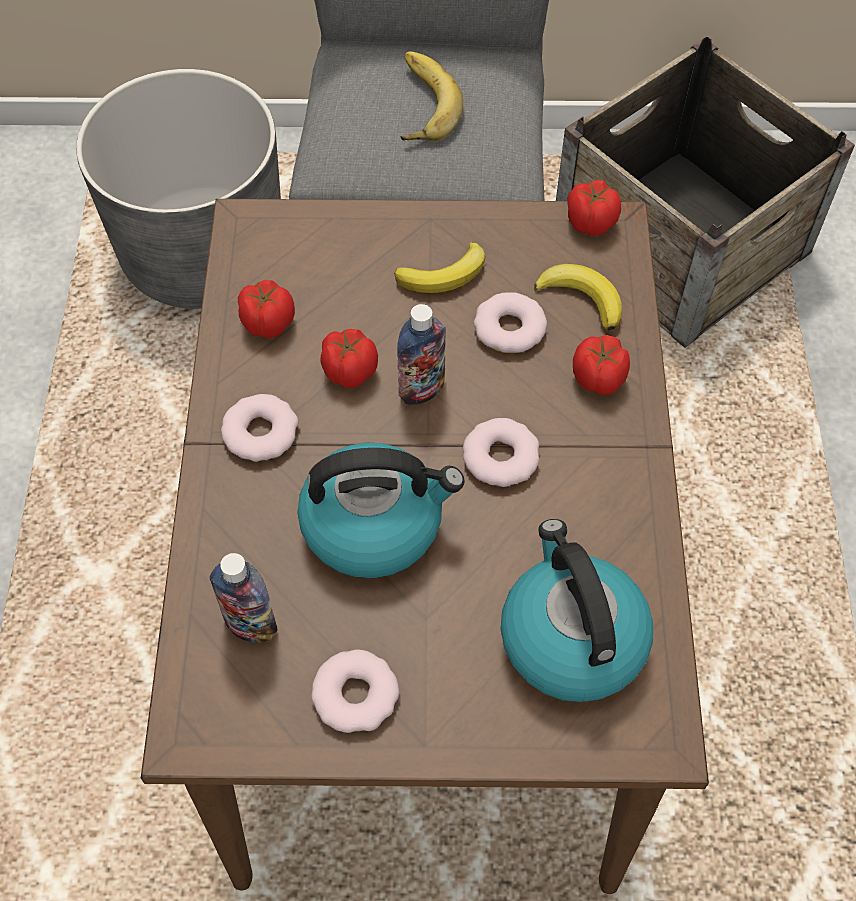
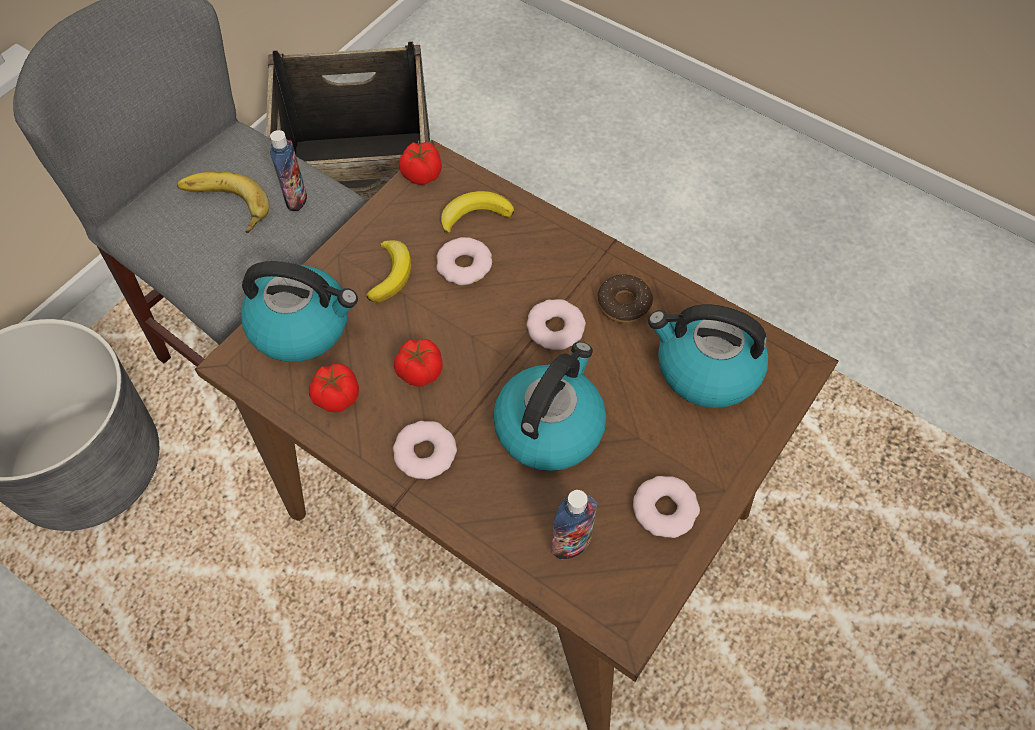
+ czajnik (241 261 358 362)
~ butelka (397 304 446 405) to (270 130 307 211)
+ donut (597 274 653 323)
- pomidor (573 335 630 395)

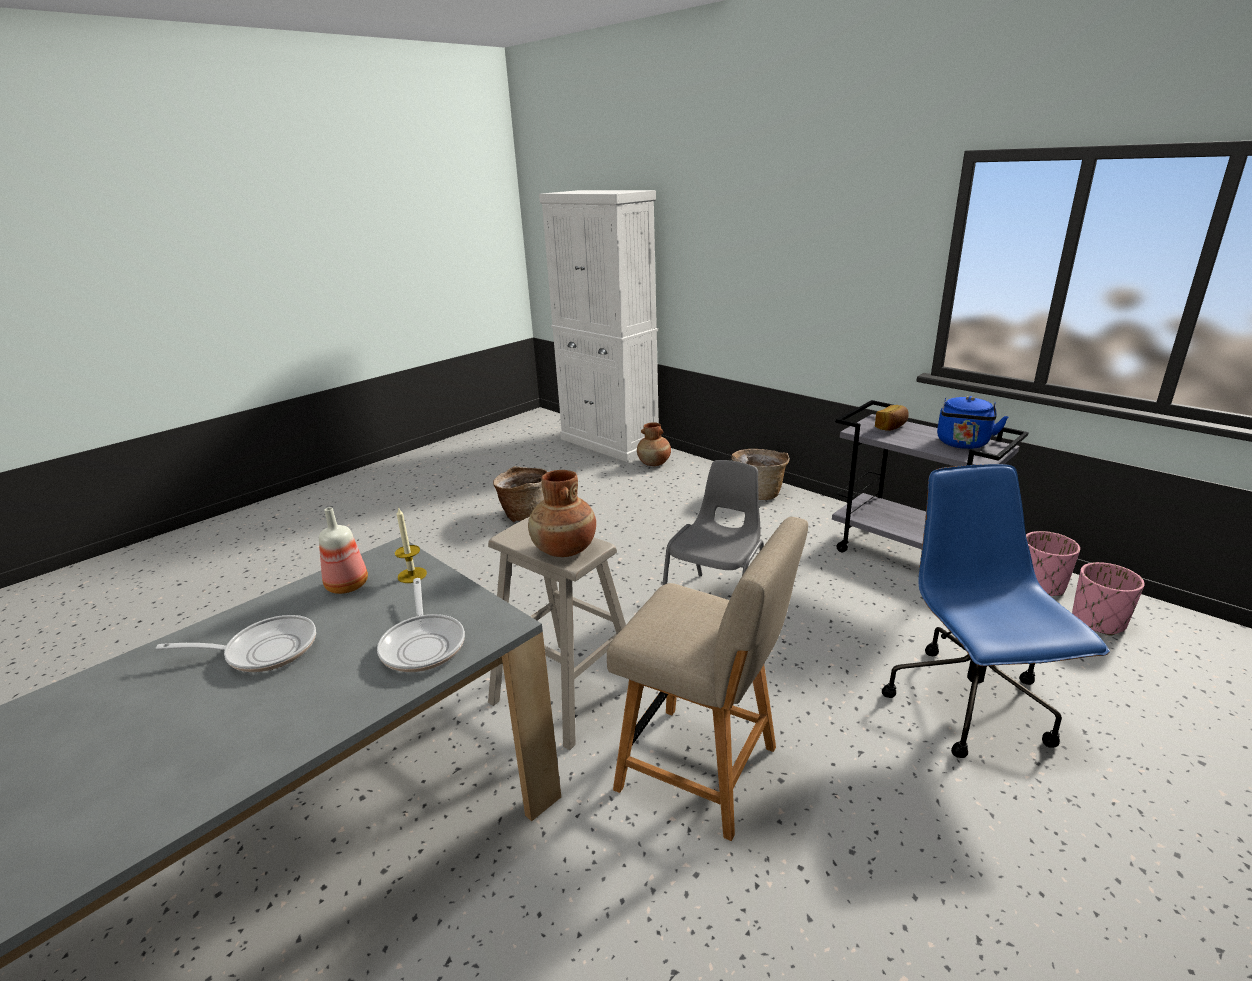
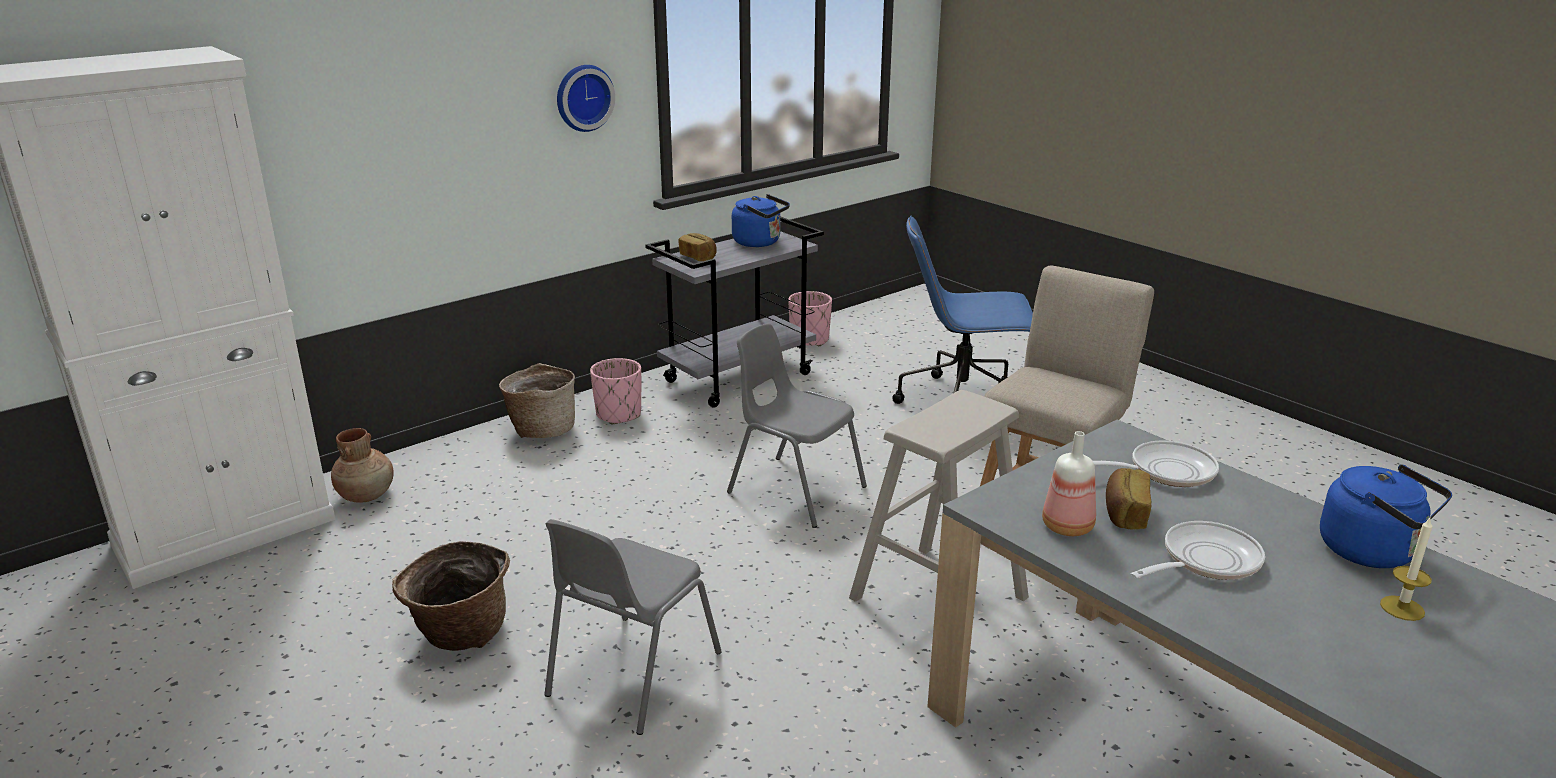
+ krzesło (szary) (544 519 722 735)
+ zegar ścienny (557 65 615 132)
~ donica (różowy) (1072 562 1145 636) to (590 358 641 424)
+ chleb (1106 468 1151 530)
~ patelnia (156 615 316 672) = (1131 521 1265 580) 60 degrees clockwise
+ czajnik (niebieski) (1320 464 1452 568)
~ świeca (395 507 427 583) to (1380 516 1432 621)
- wazon (brązowy) (528 470 596 557)

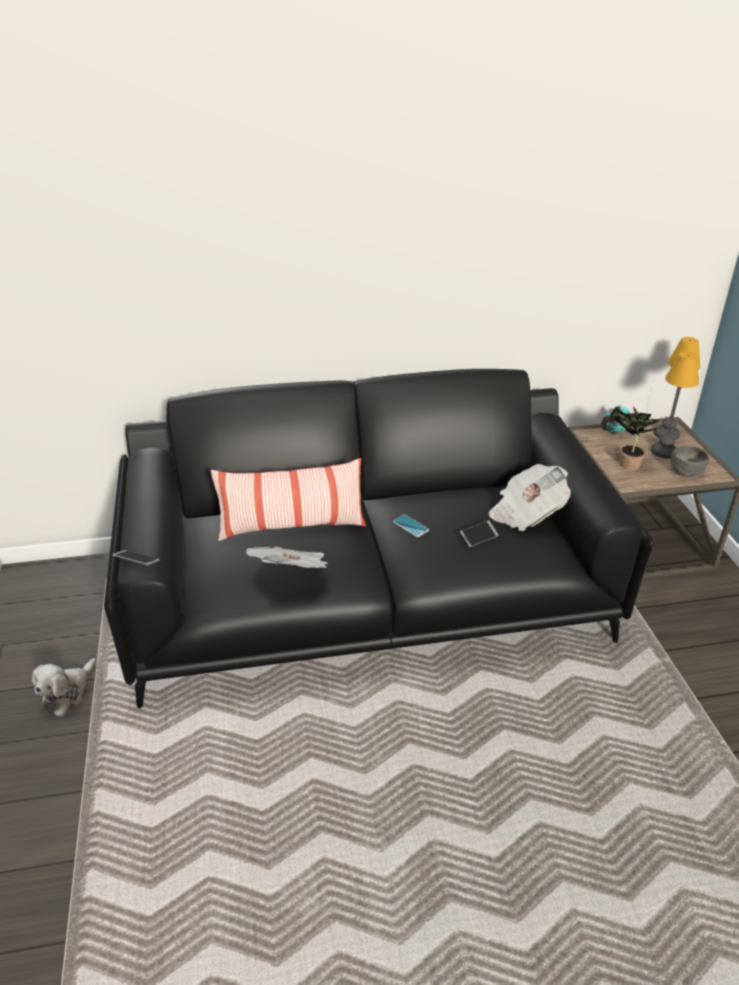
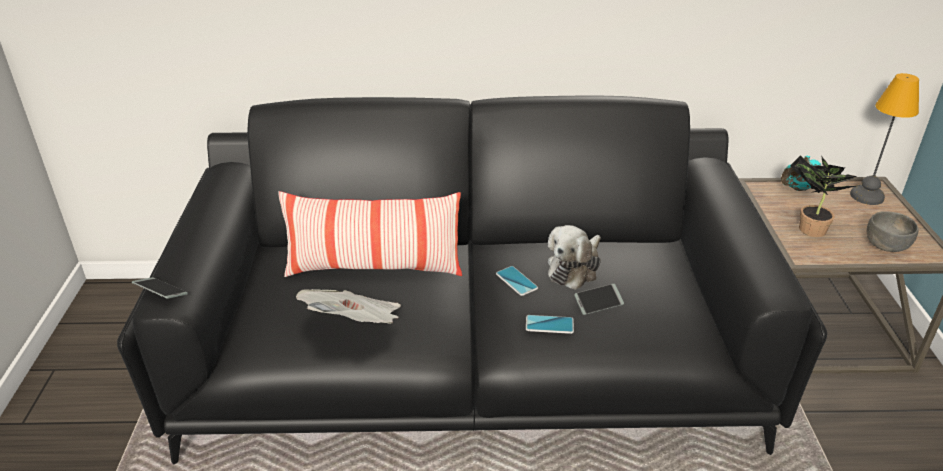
+ telefon (526 315 574 334)
~ pluszak (32 658 97 717) to (548 225 601 290)
- gazeta (488 464 571 531)
- lampa stołowa (651 352 699 459)

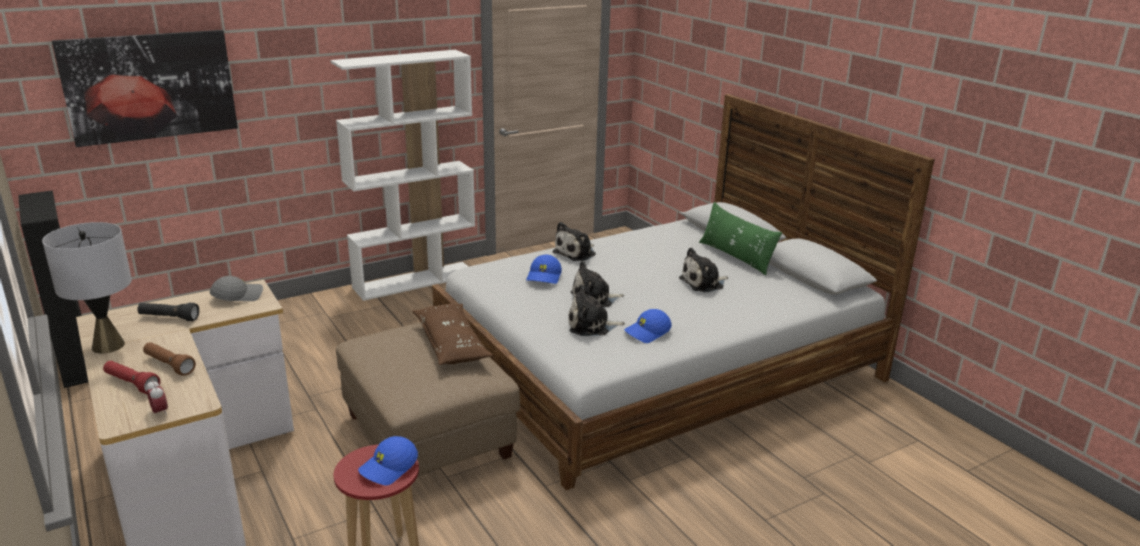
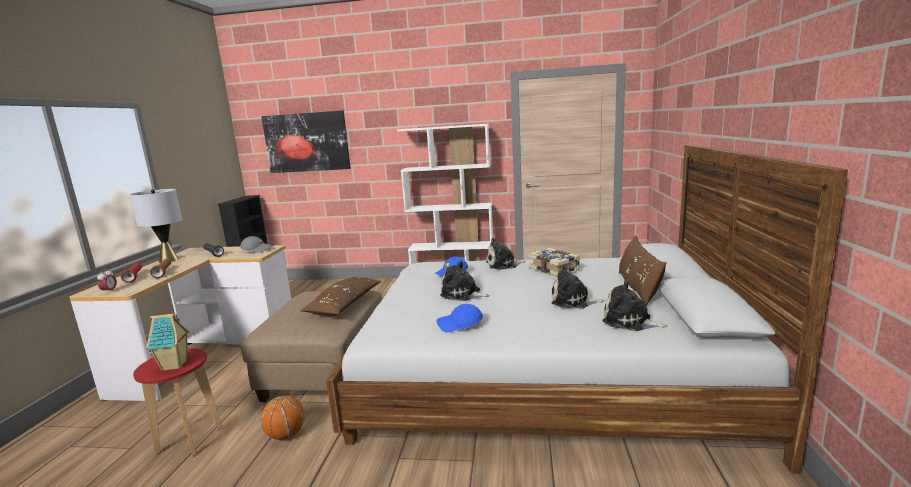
~ czapka z daszkiem (niebieski) (358 436 418 485) to domek (146 314 189 371)
+ piłka do koszykówki (261 395 304 440)
+ książka (528 248 580 276)
~ pluszak (568 284 625 336) to (602 280 668 331)
~ poduszka (zielony) (699 202 782 275) to poduszka (brązowy) (619 235 666 306)

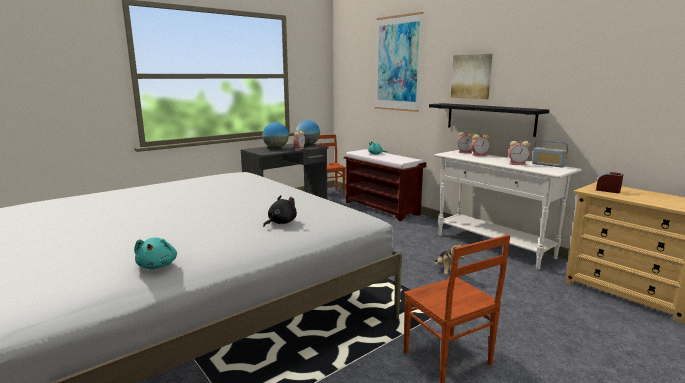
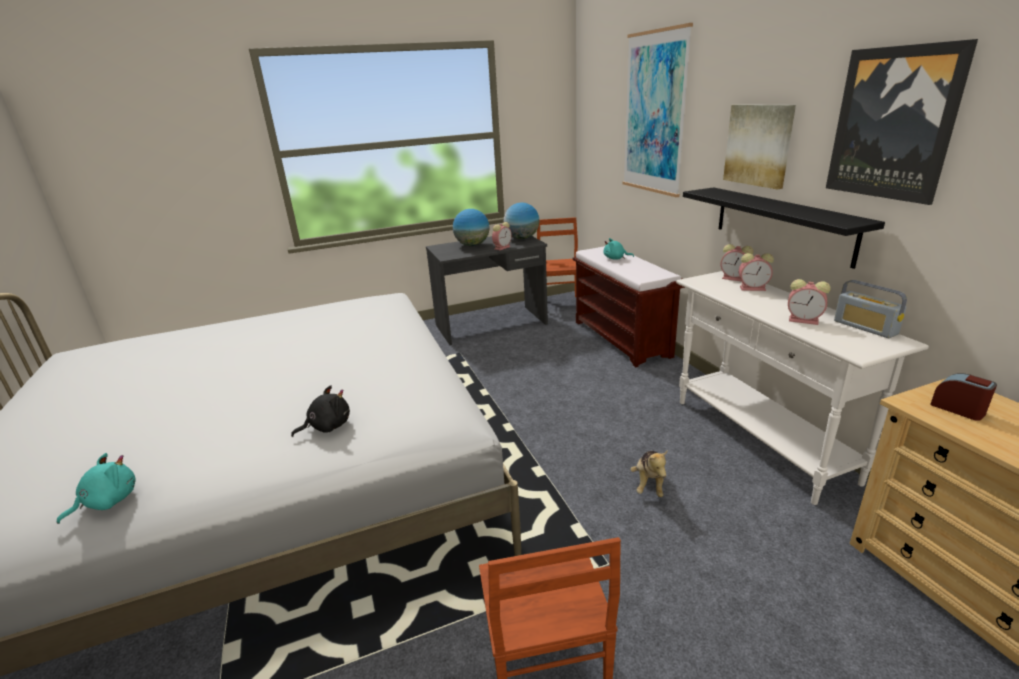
~ pluszak (turkusowy) (134 237 177 269) = (57 453 136 524) 150 degrees counterclockwise
+ obraz (826 39 978 205)

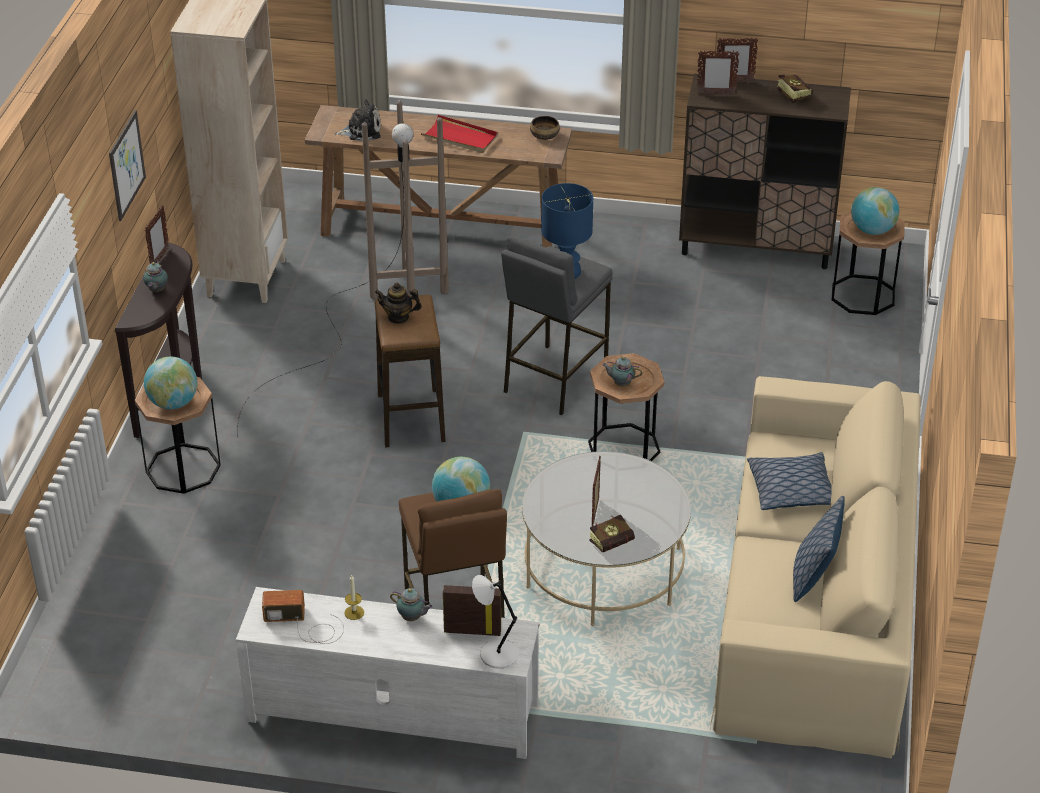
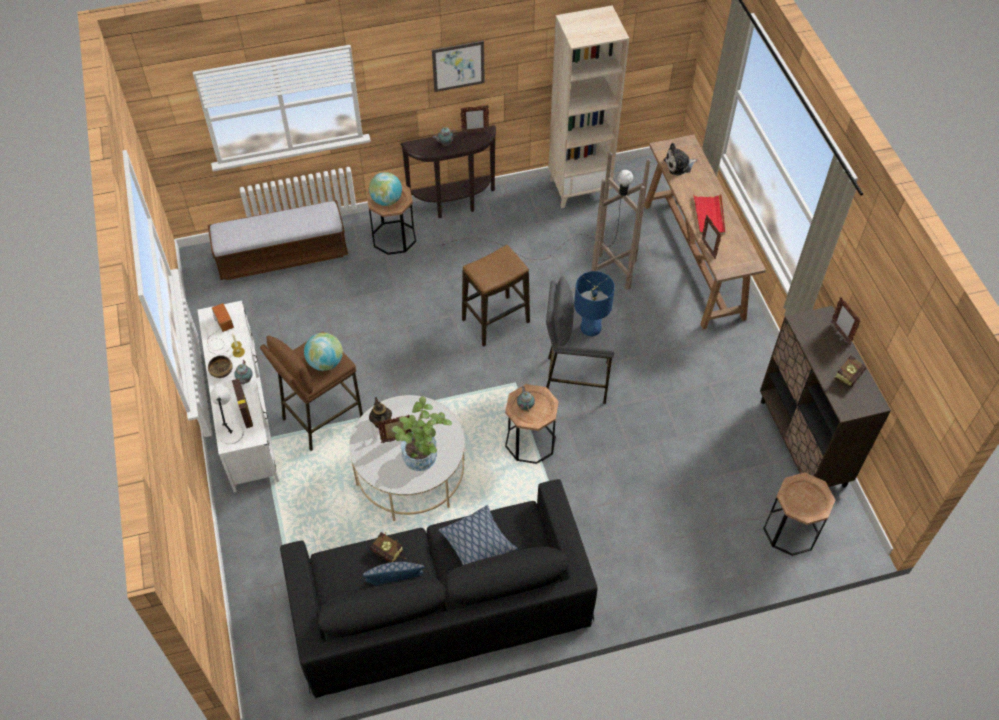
+ ławka (208 200 348 280)
~ miska (530 116 560 140) to (208 355 233 378)
~ kanapa (beżowy) (710 376 921 758) to kanapa (czarny) (280 479 598 698)
~ imbryk (375 282 422 324) to (369 397 392 428)
~ książka (589 515 635 552) to (370 532 407 562)
+ roślina doniczkowa (392 396 452 471)
~ pluszak (334 99 381 141) = (664 143 697 176) 105 degrees clockwise
~ ramka na zdjęcie (697 50 740 95) to (701 215 721 259)
- globus (851 187 899 235)

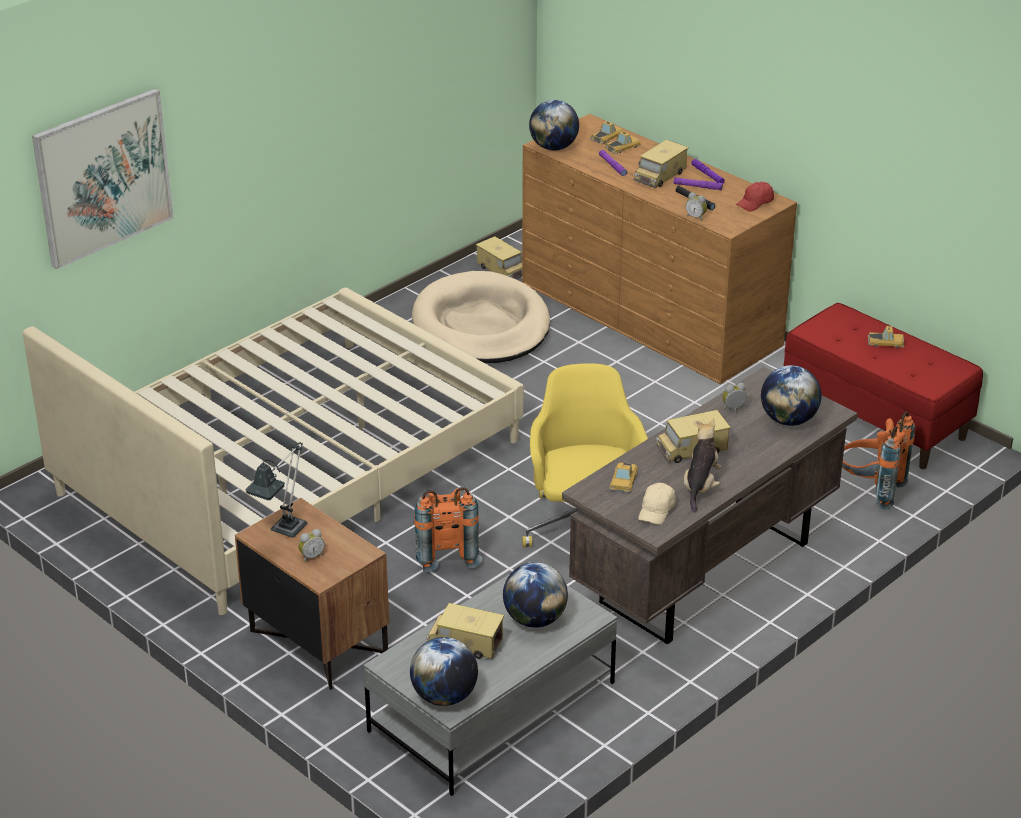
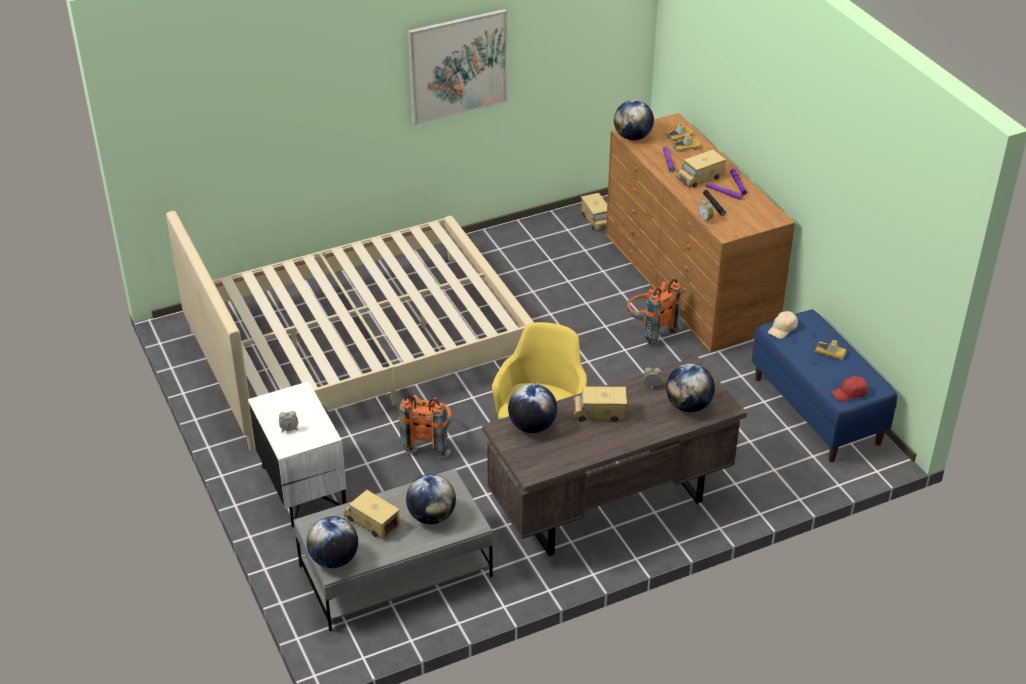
~ szafka nocna (brązowy) (235 498 389 690) to szafka nocna (biały) (248 381 347 527)
~ obraz (32 89 173 269) to (408 9 507 125)
~ samochodzik (609 462 638 493) to globus (508 384 557 433)
~ plecak (pomarańczowy) (842 411 915 510) to (627 279 682 347)
~ ławka (czerwony) (783 303 983 469) to ławka (niebieski) (752 309 897 462)
~ czapka z daszkiem (beżowy) (638 483 676 525) to (768 311 798 339)
~ czapka z daszkiem (czerwony) (736 182 774 212) to (831 376 868 402)
- lampa stołowa (245 442 308 538)
- legowisko (beżowy) (412 271 550 363)
- pluszak (684 419 722 513)

